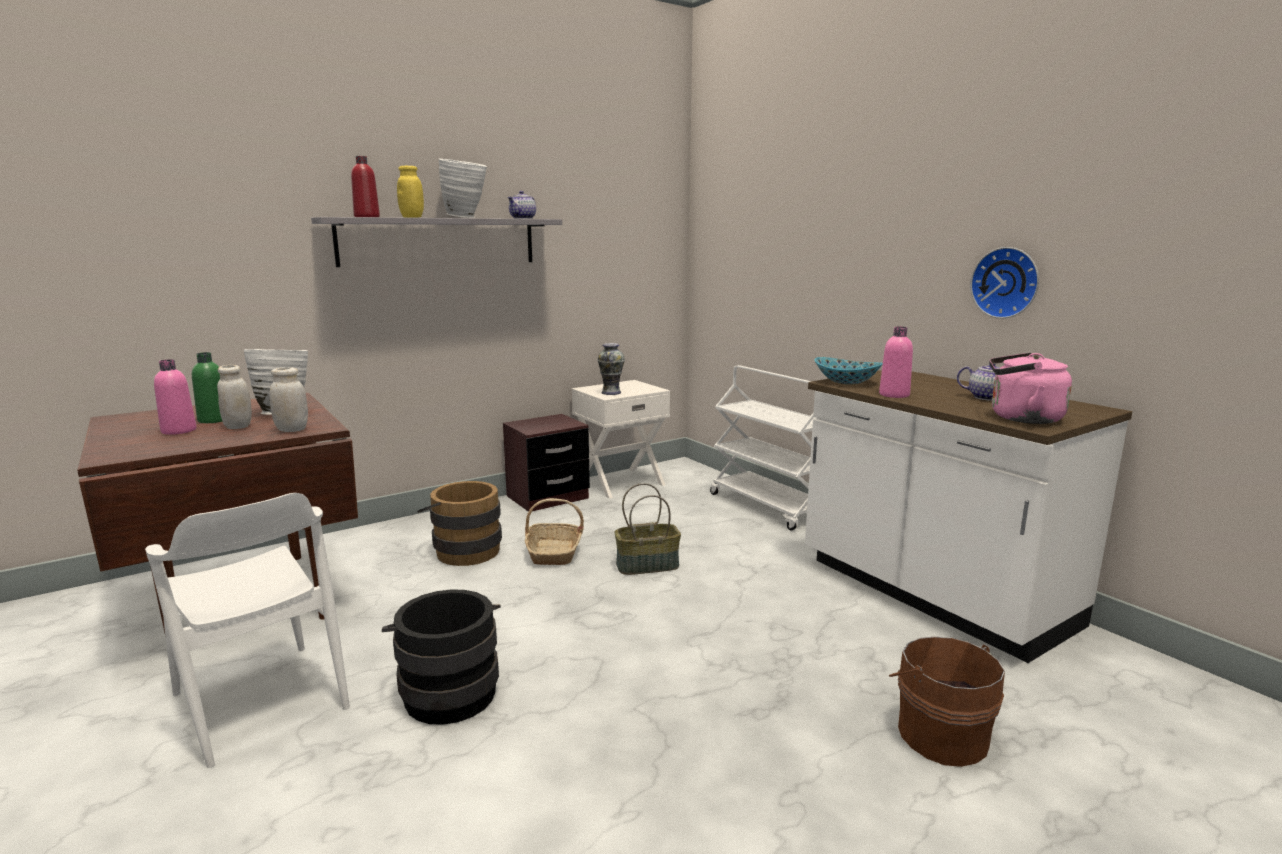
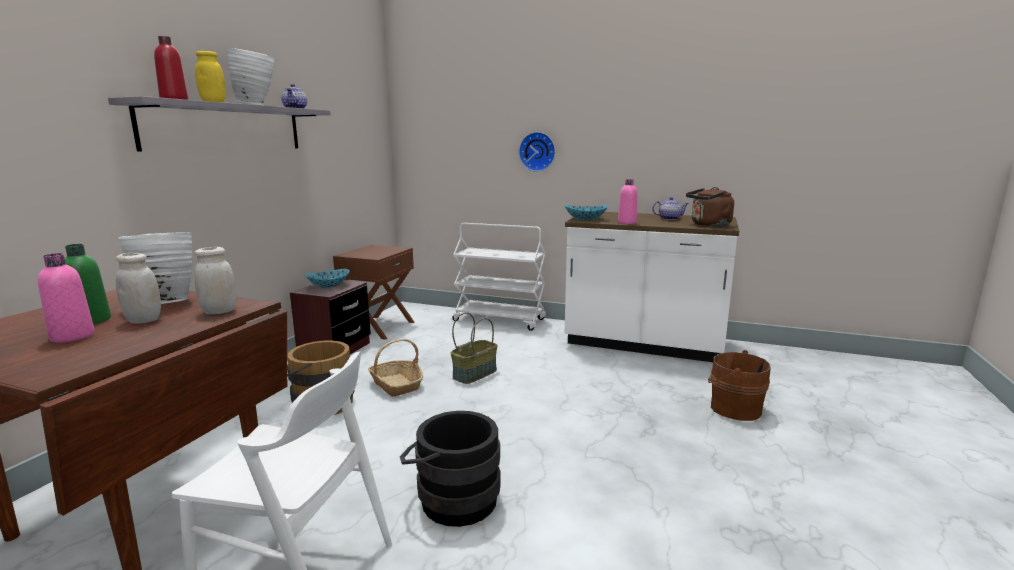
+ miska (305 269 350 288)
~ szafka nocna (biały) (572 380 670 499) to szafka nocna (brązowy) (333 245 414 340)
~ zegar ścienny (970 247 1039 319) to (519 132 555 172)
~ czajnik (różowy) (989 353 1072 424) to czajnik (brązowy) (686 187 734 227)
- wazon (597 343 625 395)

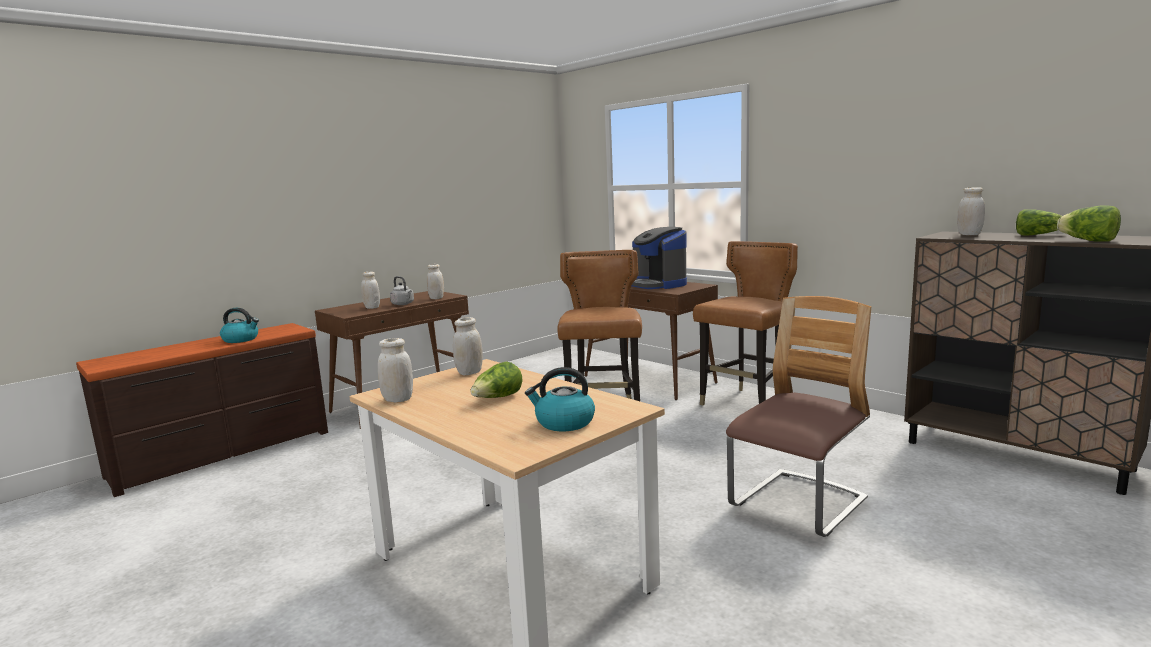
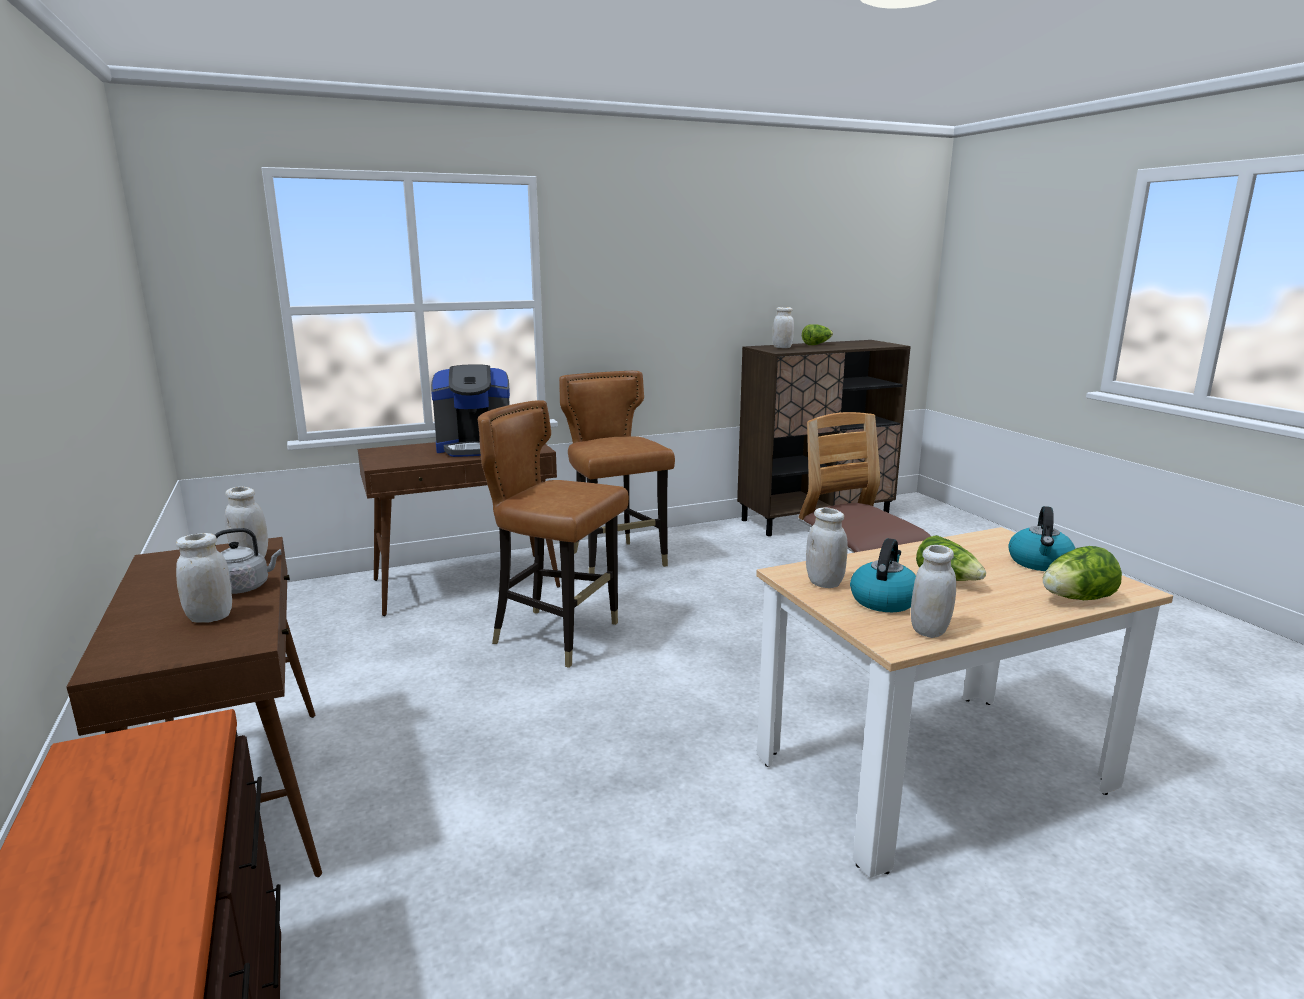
~ czajnik (220 308 259 343) to (850 538 916 612)
~ sałata (1057 206 1121 242) to (1043 546 1122 600)

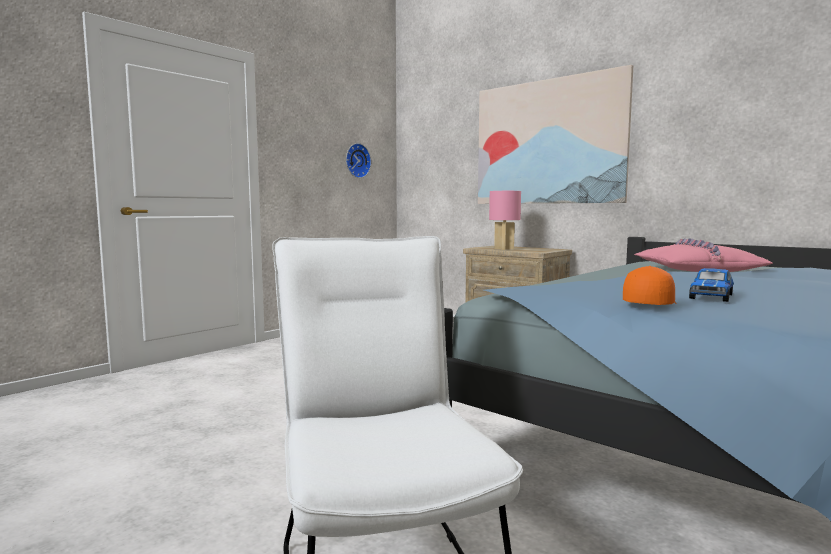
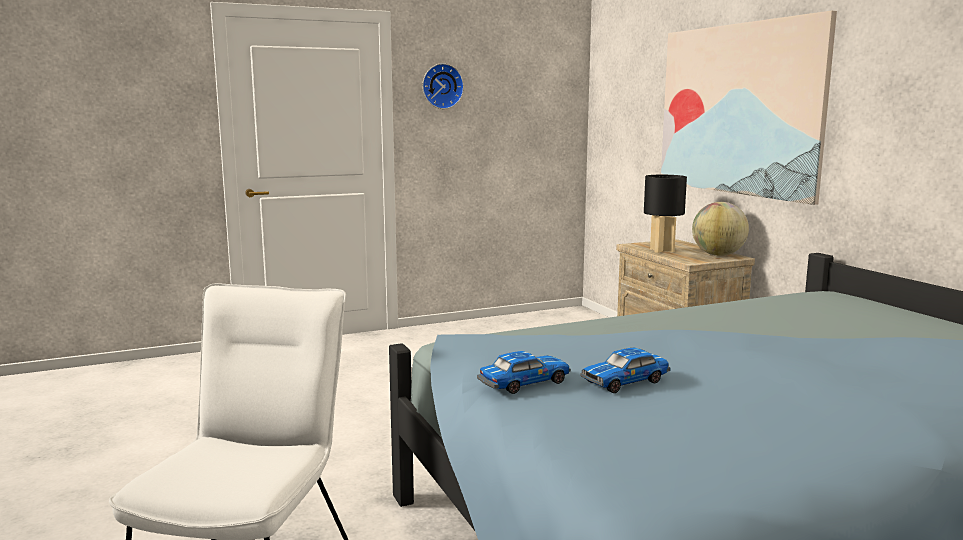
~ zegar ścienny (346 143 371 178) to (422 63 464 109)
~ czapka z daszkiem (pomarańczowy) (623 266 677 305) to samochodzik (477 351 571 394)
~ lampa stołowa (różowy) (489 191 521 250) to lampa stołowa (czarny) (644 175 687 253)
+ globus (692 202 749 256)
- poduszka (różowy) (634 238 773 272)

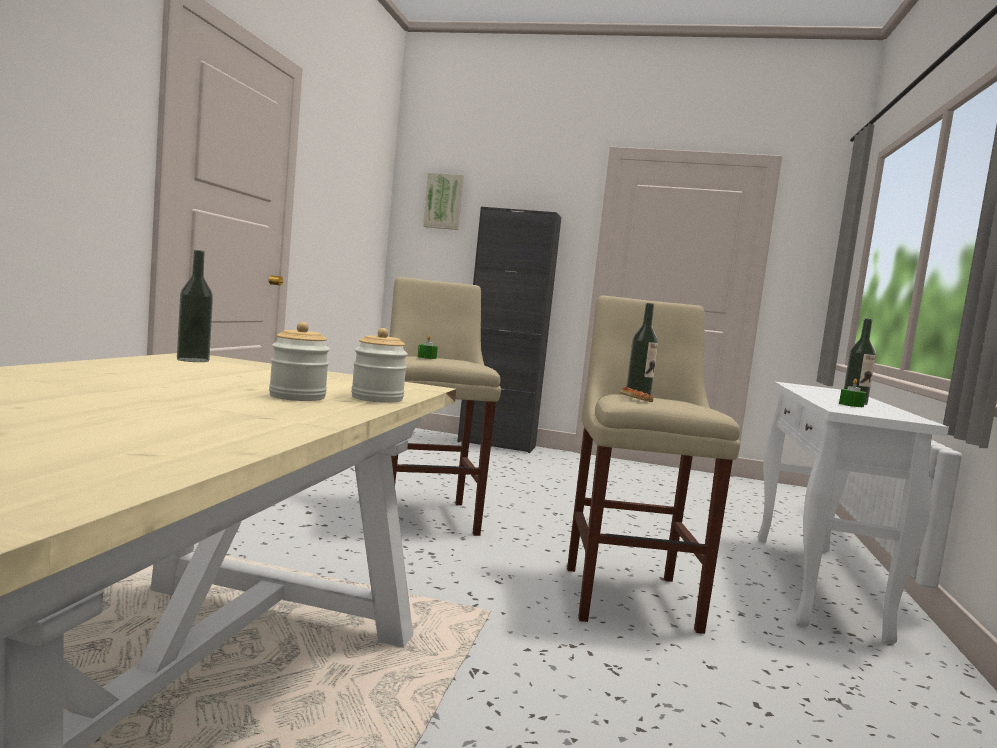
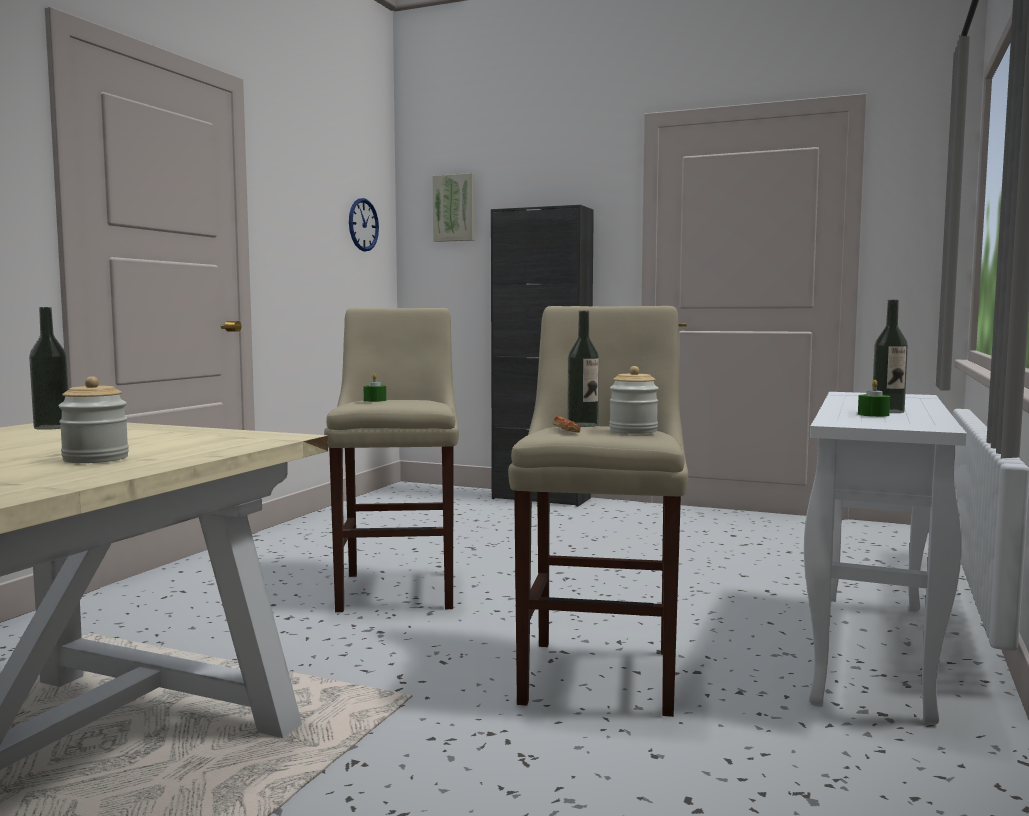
+ zegar ścienny (349 198 379 251)
~ słoik (351 328 408 403) to (609 366 659 434)

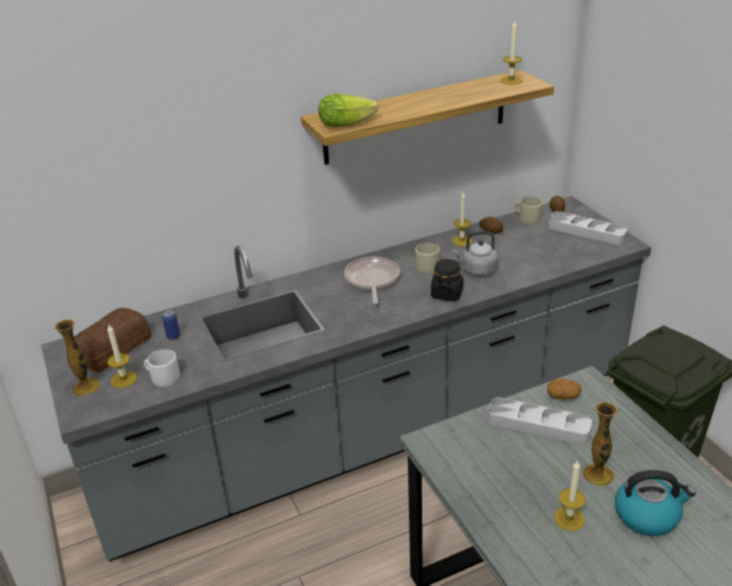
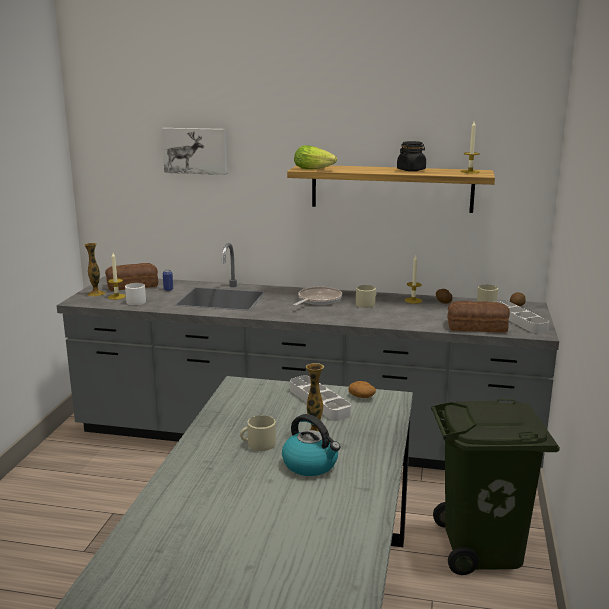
+ obraz (162 128 228 175)
~ świeca (554 460 586 531) to kubek (beżowy) (240 415 276 451)
~ słoik (czarny) (431 259 463 301) to (397 141 426 171)
+ chleb (447 301 510 333)
- czajnik (szary) (452 231 498 276)

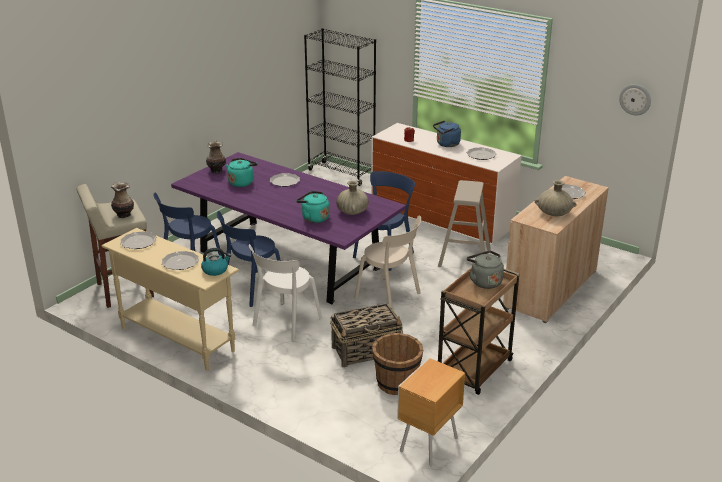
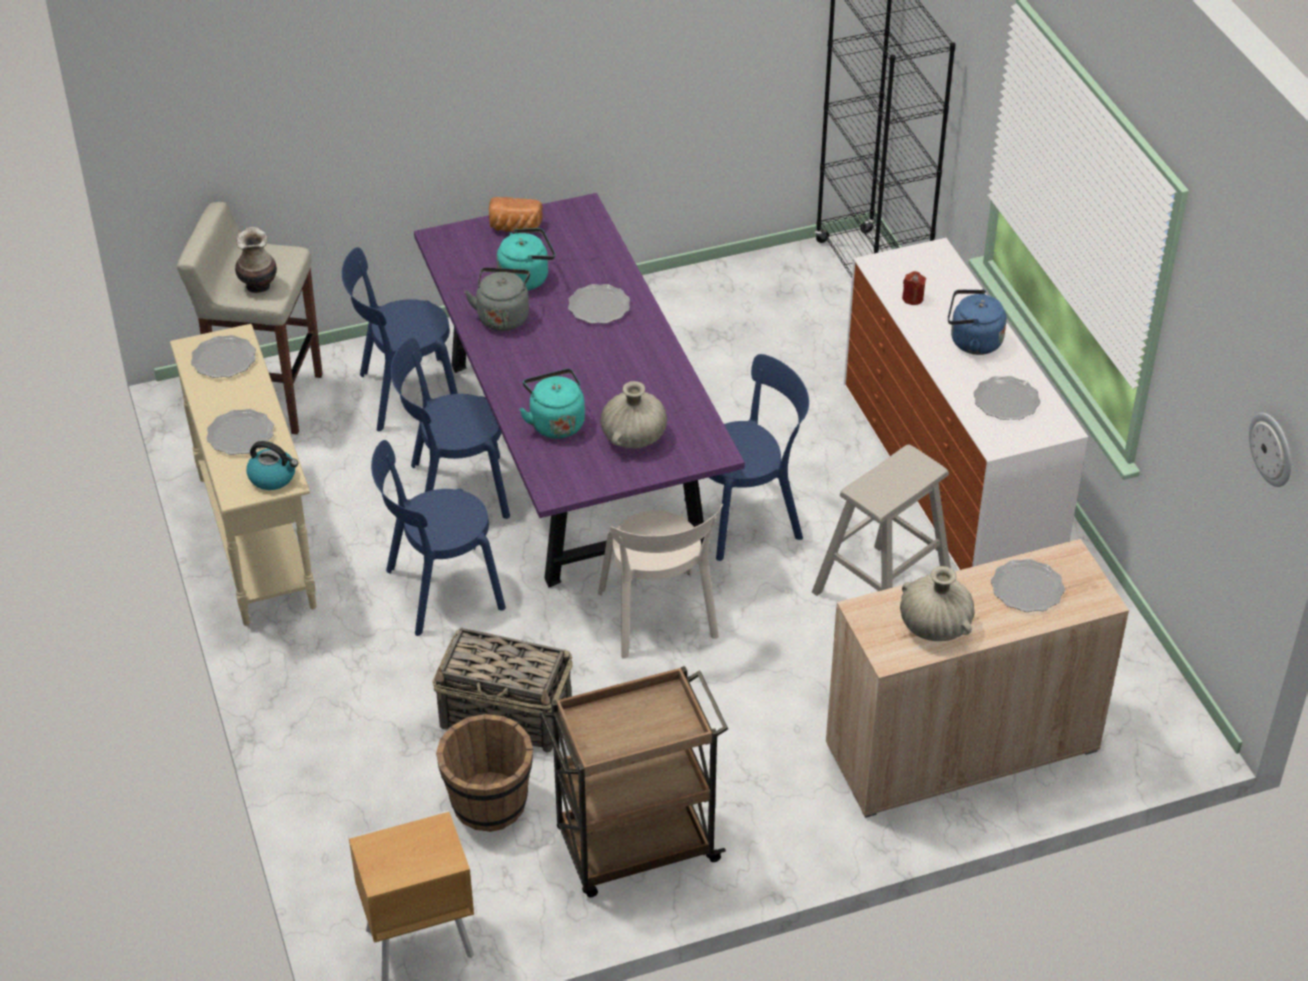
~ krzesło (biały) (249 244 322 342) to krzesło (niebieski) (371 440 506 636)
~ czajnik (szary) (467 251 504 289) to (465 267 530 331)
~ wazon (206 141 226 173) to chleb (489 197 543 233)

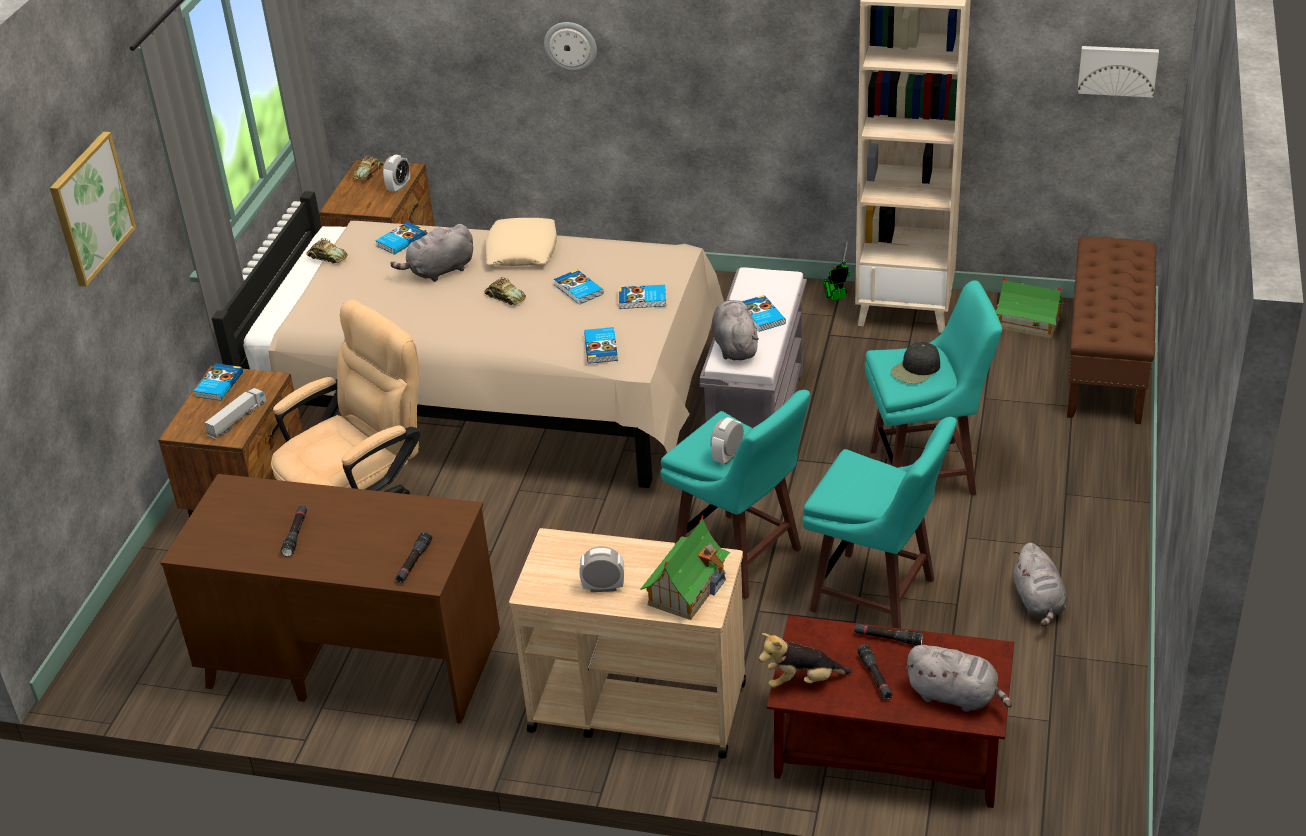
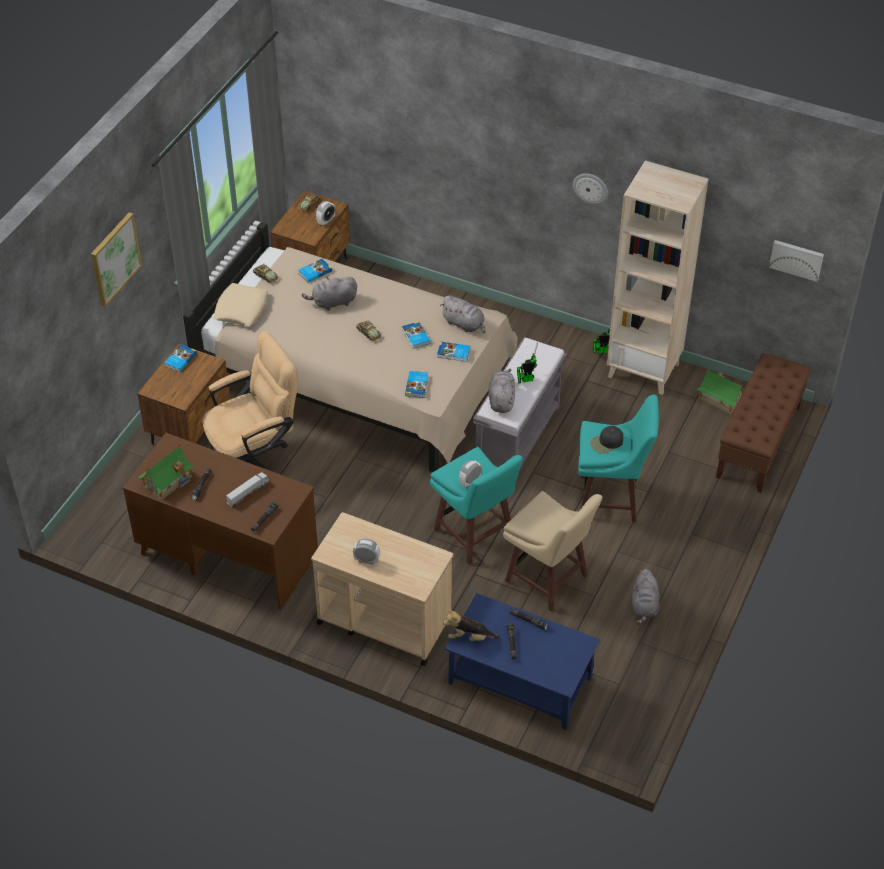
~ domek (640 515 730 620) to (137 444 194 500)
~ poduszka (beżowy) (485 218 557 266) to (213 283 268 326)
~ ciężarówka zabawkowa (205 388 266 439) to (226 472 269 507)
~ pluszak (szary) (905 645 1012 712) to (440 295 486 333)
~ ława (brązowy) (767 615 1014 808) to ława (niebieski) (445 593 600 730)
~ stołek (turkusowy) (802 417 957 628) to stołek (beżowy) (503 491 602 612)
~ książka (742 295 786 332) to robot zabawkowy (517 342 538 383)
~ zegar ścienny (544 22 597 72) to (573 173 608 205)

